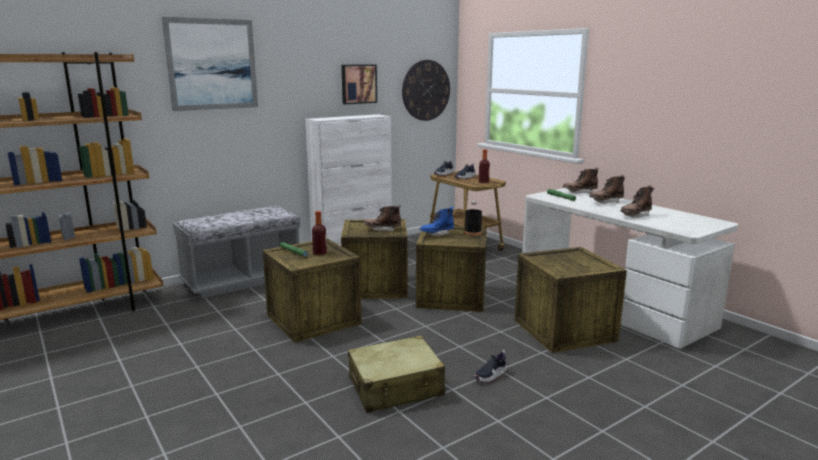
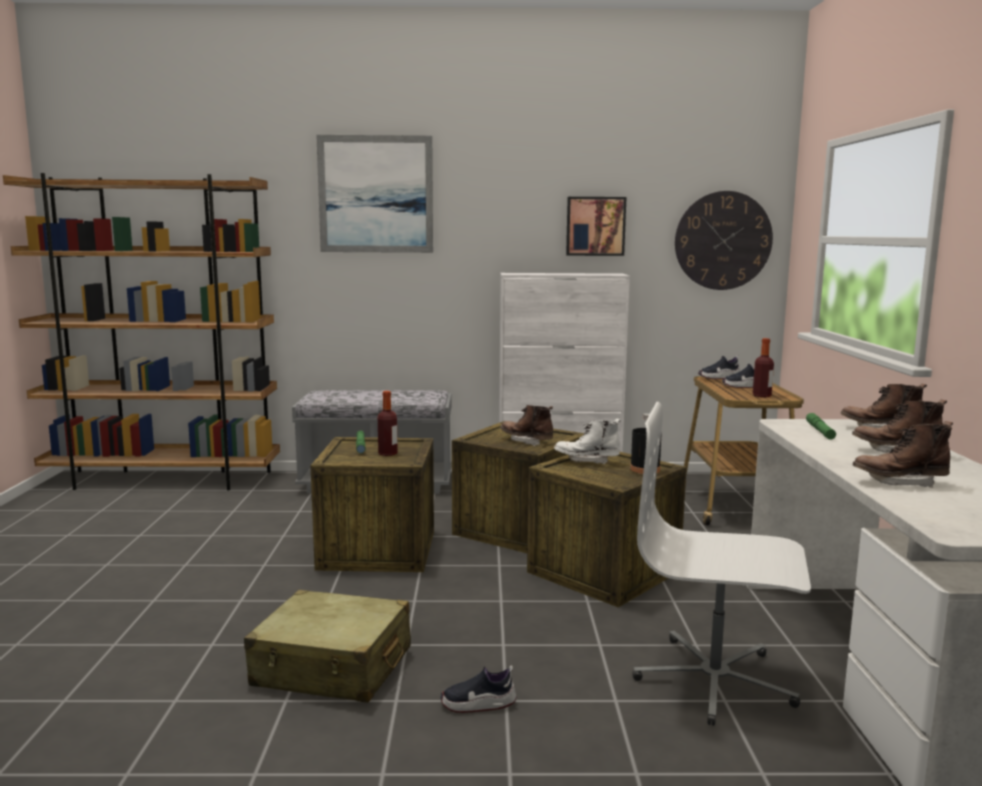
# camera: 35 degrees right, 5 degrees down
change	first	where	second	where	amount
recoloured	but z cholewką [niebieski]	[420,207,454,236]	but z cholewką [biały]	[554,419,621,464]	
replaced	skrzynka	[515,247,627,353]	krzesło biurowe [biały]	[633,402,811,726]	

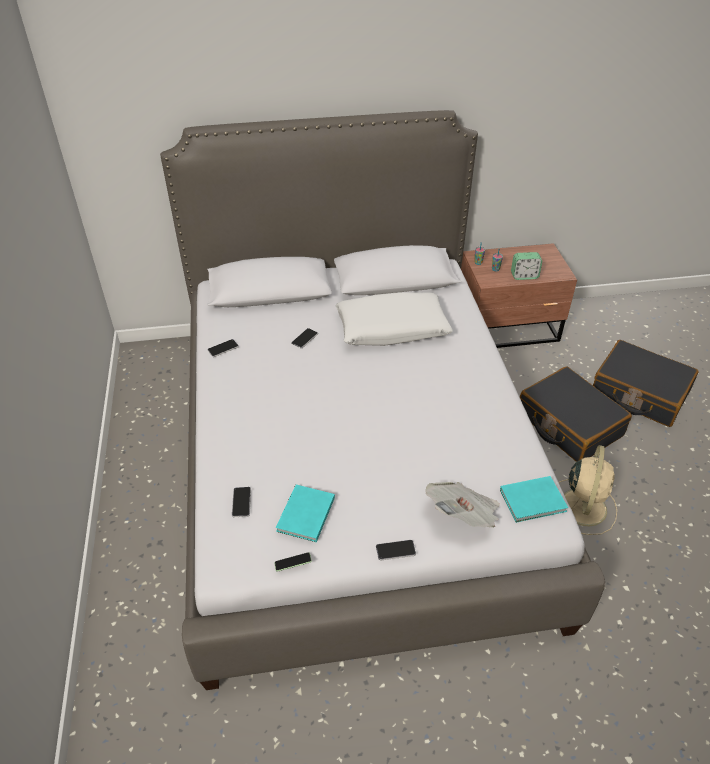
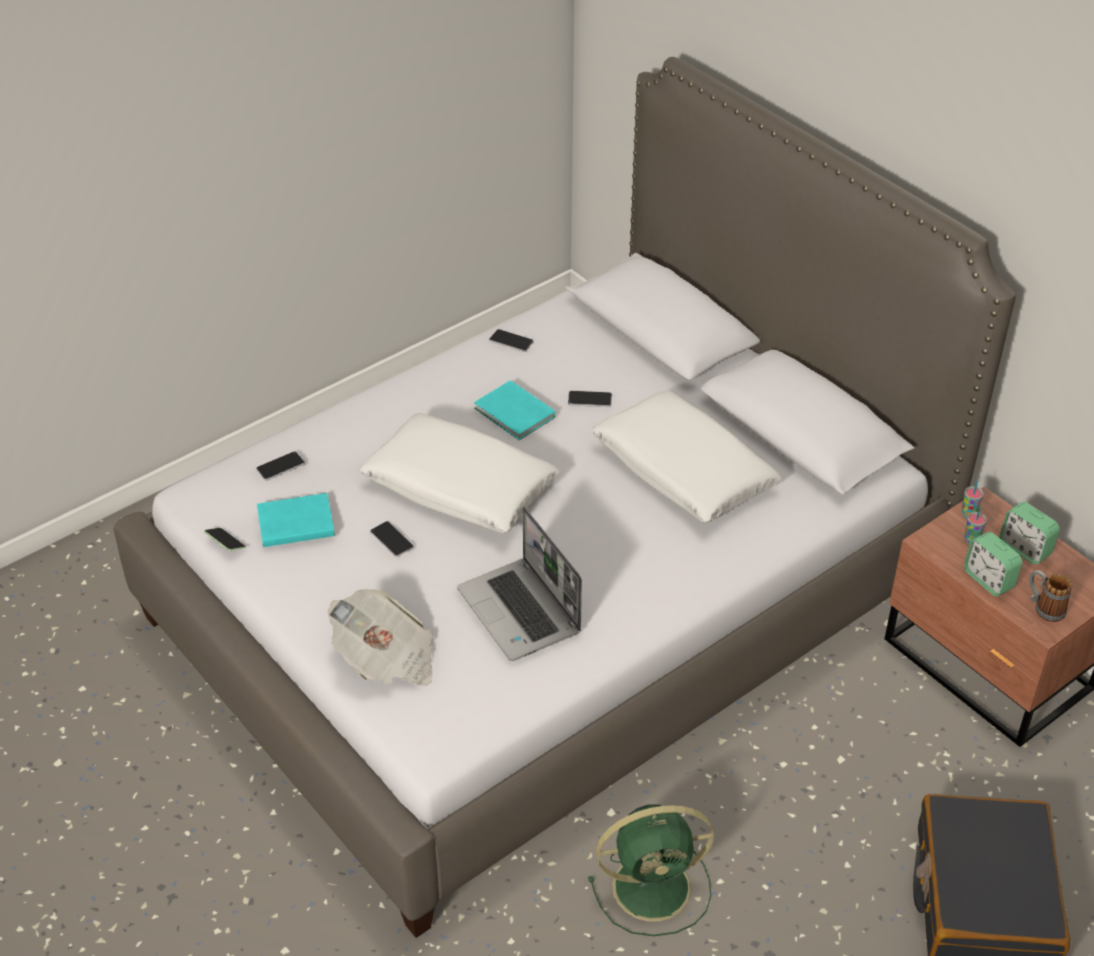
# camera: 60 degrees right, 0 degrees up
change	first	where	second	where	amount
removed	walizka [czarny]	[520,366,632,462]			
recoloured	wentylator [beżowy]	[559,445,617,535]	wentylator [zielony]	[588,804,714,936]	
moved	książka [turkusowy]	[500,476,568,523]		[474,380,556,440]	
moved	telefon	[376,540,416,560]		[370,521,414,557]	
added			poduszka [biały]	[360,413,560,533]	
added			budzik	[1000,502,1060,564]	
added			laptop	[457,507,582,661]	
added			kubek	[1029,570,1072,622]	

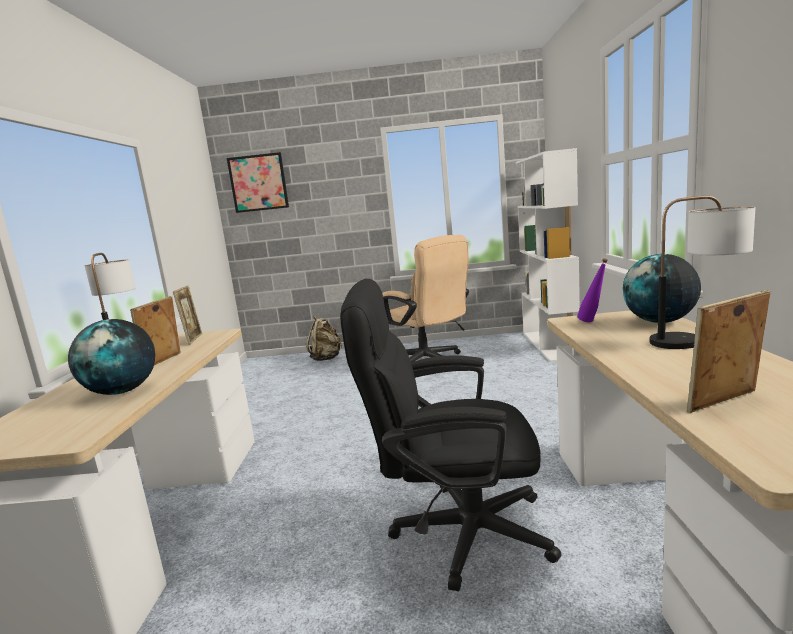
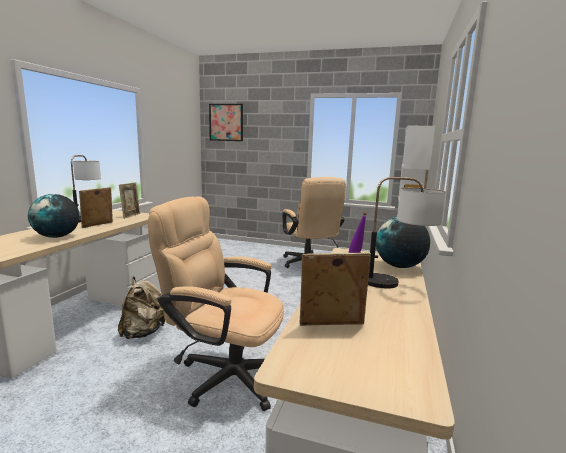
# camera: 15 degrees right, 0 degrees up
change	first	where	second	where	amount
recoloured	krzesło biurowe [czarny]	[340,279,561,591]	krzesło biurowe [beżowy]	[148,196,284,411]	
moved	plecak [beżowy]	[306,315,342,361]		[118,276,165,339]	

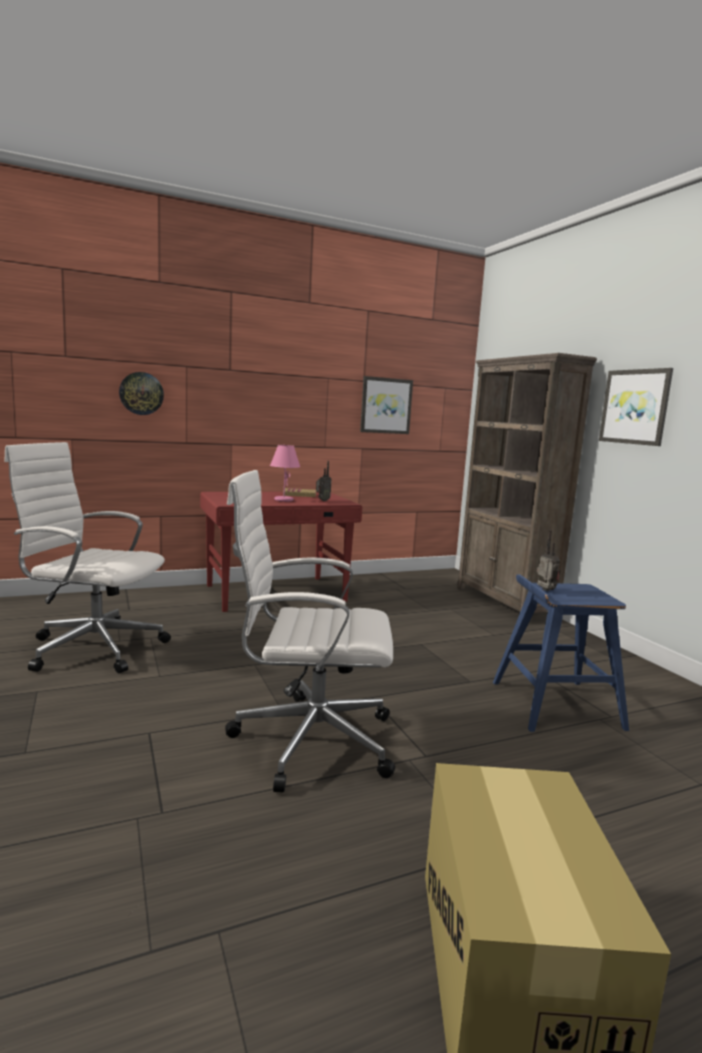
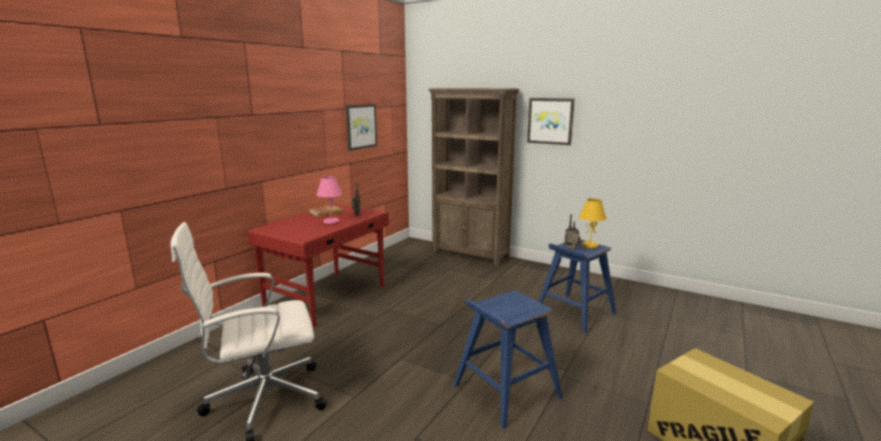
# camera: 35 degrees left, 5 degrees up
change	first	where	second	where	amount
removed	zegar ścienny	[119,372,164,415]			
replaced	krzesło biurowe [biały]	[225,470,395,793]	stołek [niebieski]	[453,291,563,429]	
added			lampa stołowa [żółty]	[579,198,607,248]	

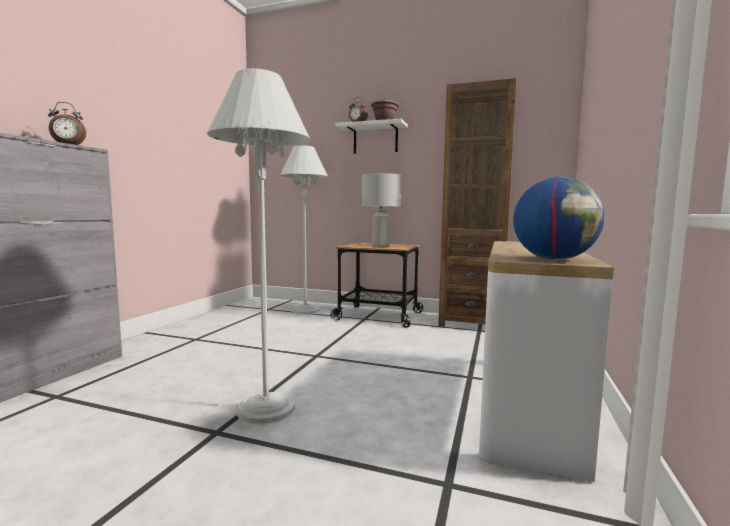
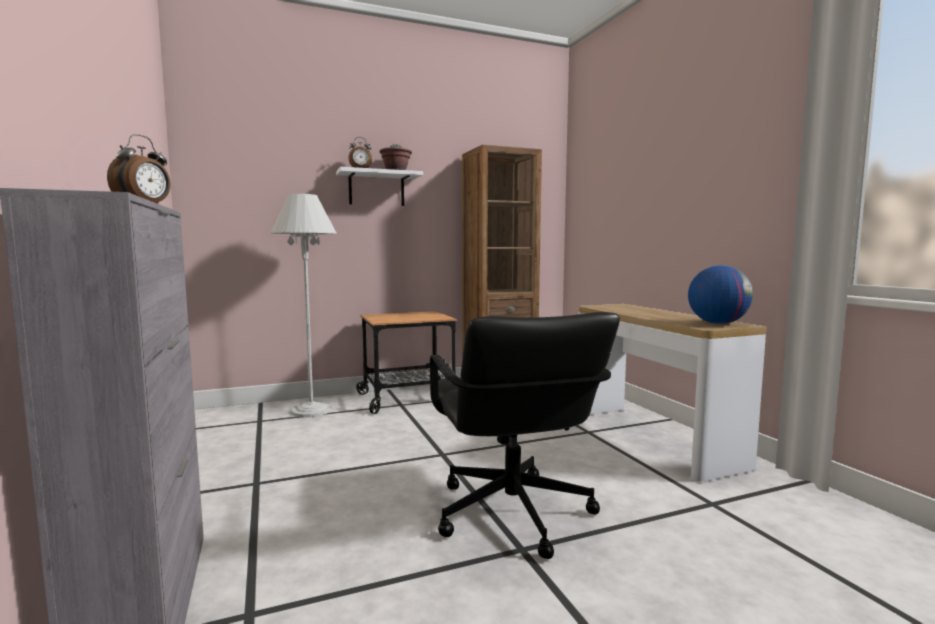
# camera: 40 degrees left, 0 degrees up
change	first	where	second	where	amount
replaced	lampa stojąca [biały]	[207,68,310,424]	krzesło biurowe [czarny]	[430,312,620,559]	
removed	lampa stołowa [szary]	[362,172,401,248]			

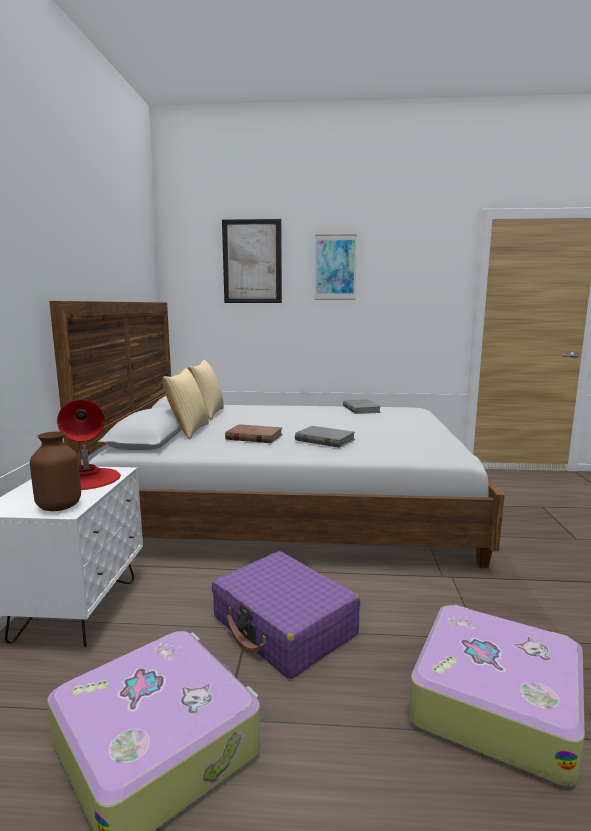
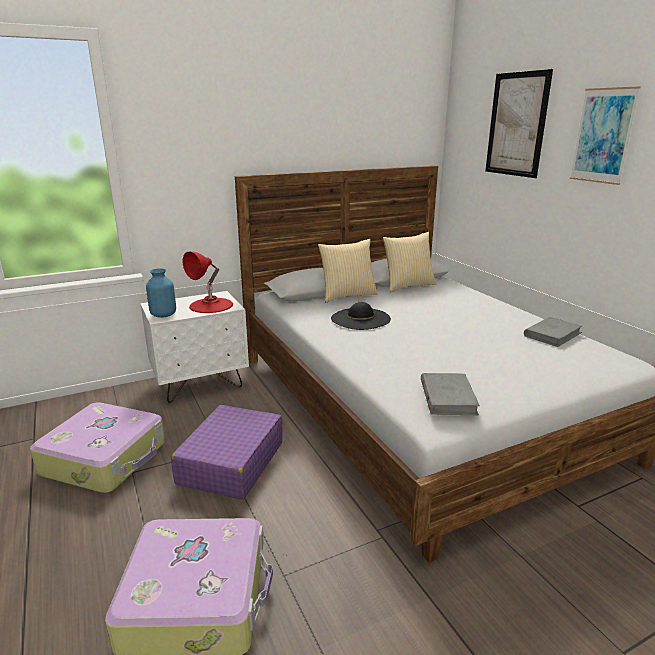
# camera: 60 degrees right, 10 degrees up
change	first	where	second	where	amount
replaced	książka [brązowy]	[225,424,283,443]	kapelusz [czarny]	[331,302,391,330]	
moved	książka [szary]	[295,426,355,448]		[421,373,480,415]	
recoloured	wazon [brązowy]	[30,432,81,511]	wazon [niebieski]	[146,268,176,318]	

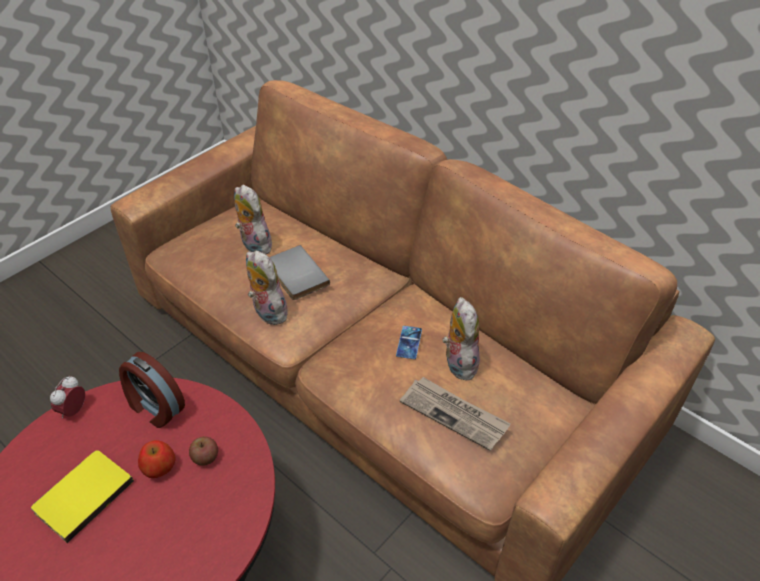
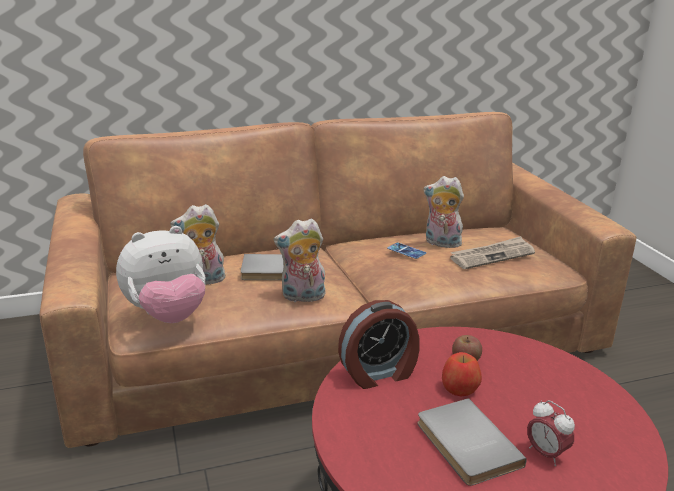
# camera: 60 degrees left, 20 degrees down
change	first	where	second	where	amount
moved	budzik	[50,376,85,418]		[527,400,575,466]	
recoloured	książka [żółty]	[31,450,134,543]	książka [szary]	[417,398,527,486]	
added			pluszak	[116,226,205,323]	

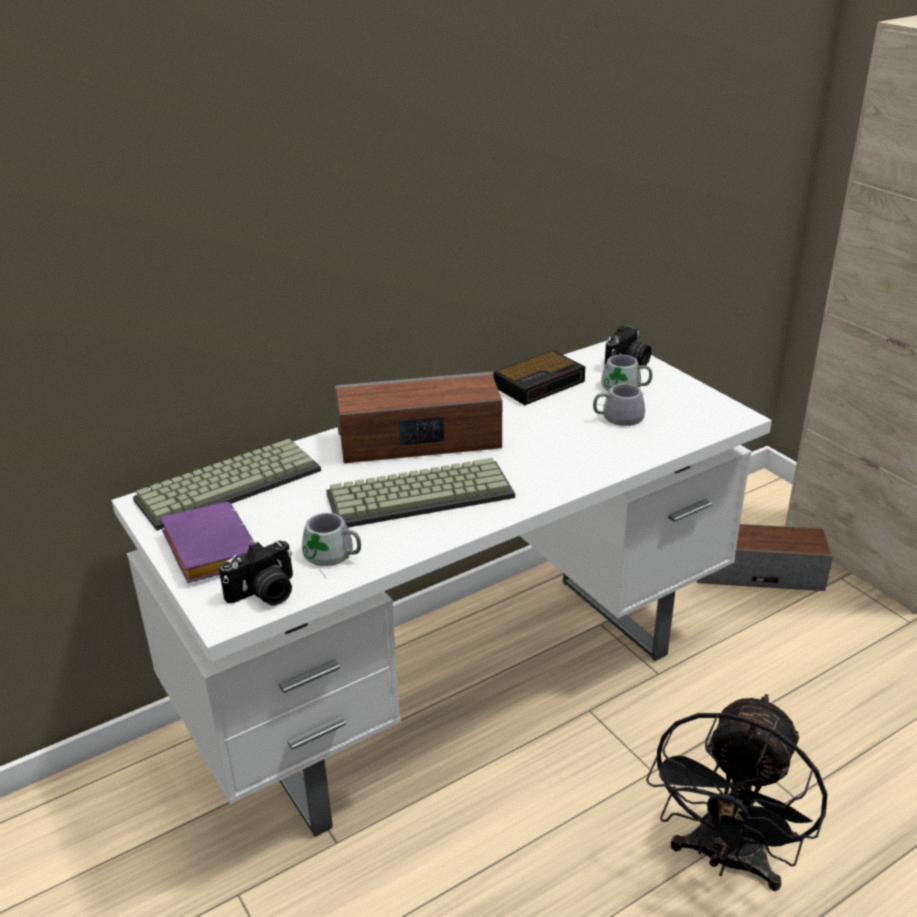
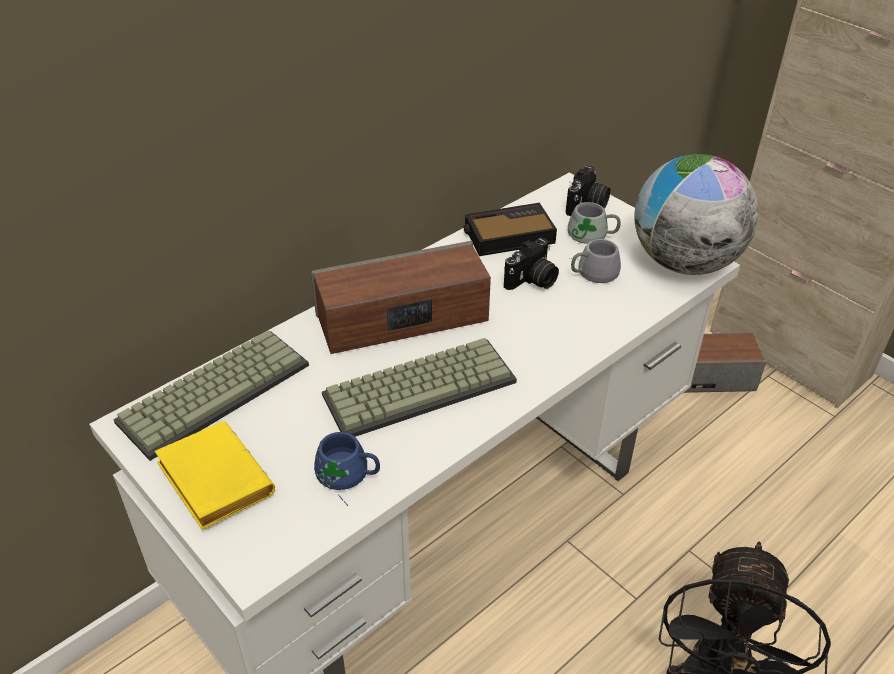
# camera: 10 degrees left, 10 degrees up
change	first	where	second	where	amount
turned	budzik	[494,350,585,405]		[464,203,557,256]	150 degrees counterclockwise
recoloured	książka [fioletowy]	[160,502,256,583]	książka [żółty]	[155,421,275,530]	
recoloured	kubek [szary]	[302,513,361,578]	kubek [niebieski]	[314,432,380,506]	
moved	aparat fotograficzny	[219,541,293,605]		[504,238,559,290]	
added			globus	[635,154,759,275]	

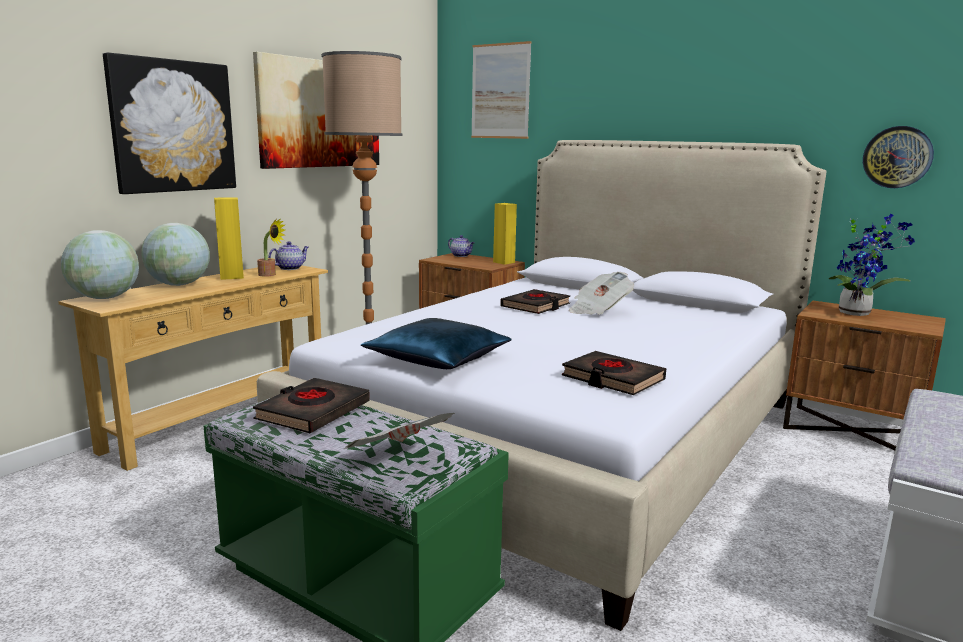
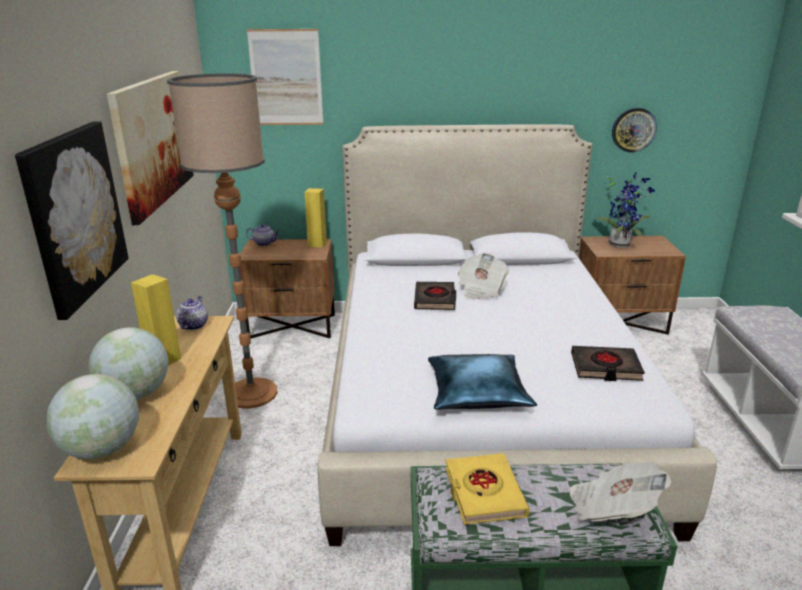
# camera: 35 degrees left, 10 degrees up
change	first	where	second	where	amount
removed	roślina doniczkowa	[257,219,285,277]			
recoloured	książka [czarny]	[253,378,370,433]	książka [żółty]	[445,453,529,525]	

